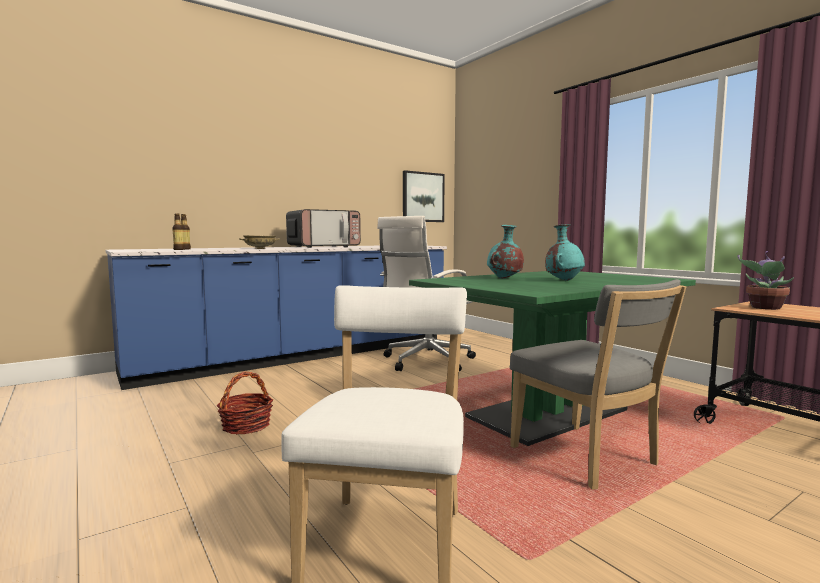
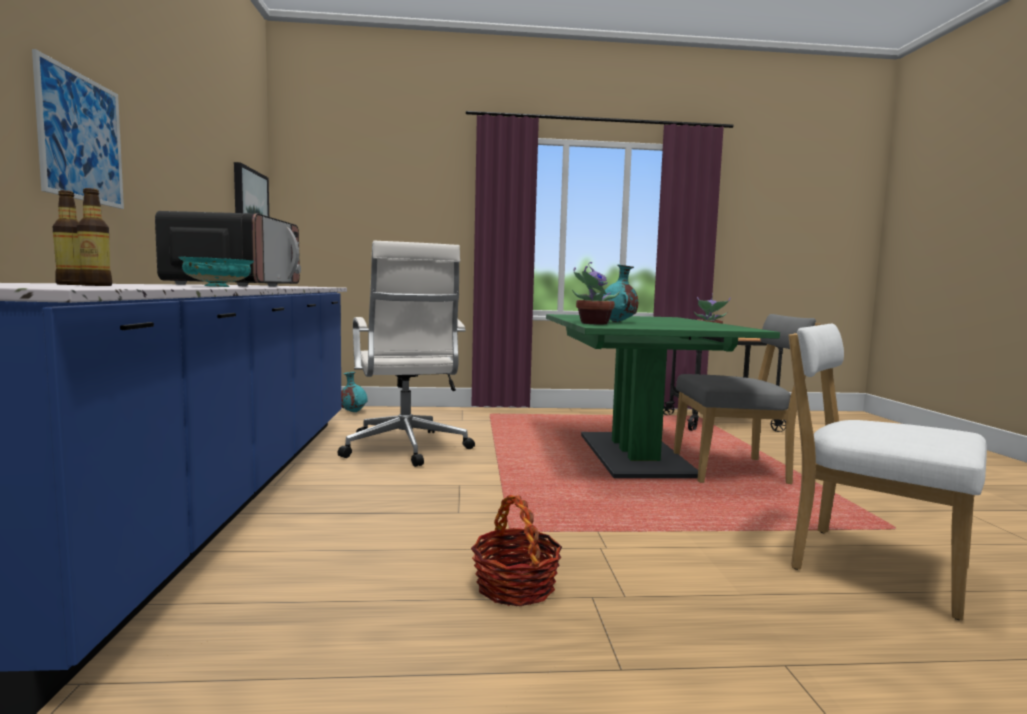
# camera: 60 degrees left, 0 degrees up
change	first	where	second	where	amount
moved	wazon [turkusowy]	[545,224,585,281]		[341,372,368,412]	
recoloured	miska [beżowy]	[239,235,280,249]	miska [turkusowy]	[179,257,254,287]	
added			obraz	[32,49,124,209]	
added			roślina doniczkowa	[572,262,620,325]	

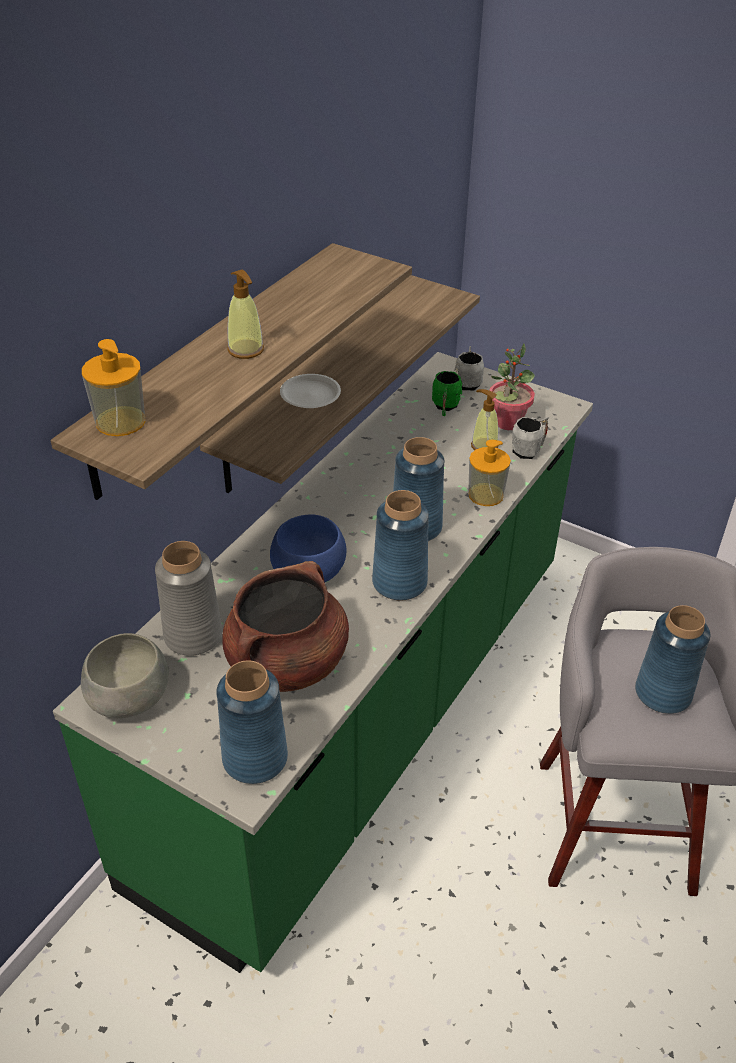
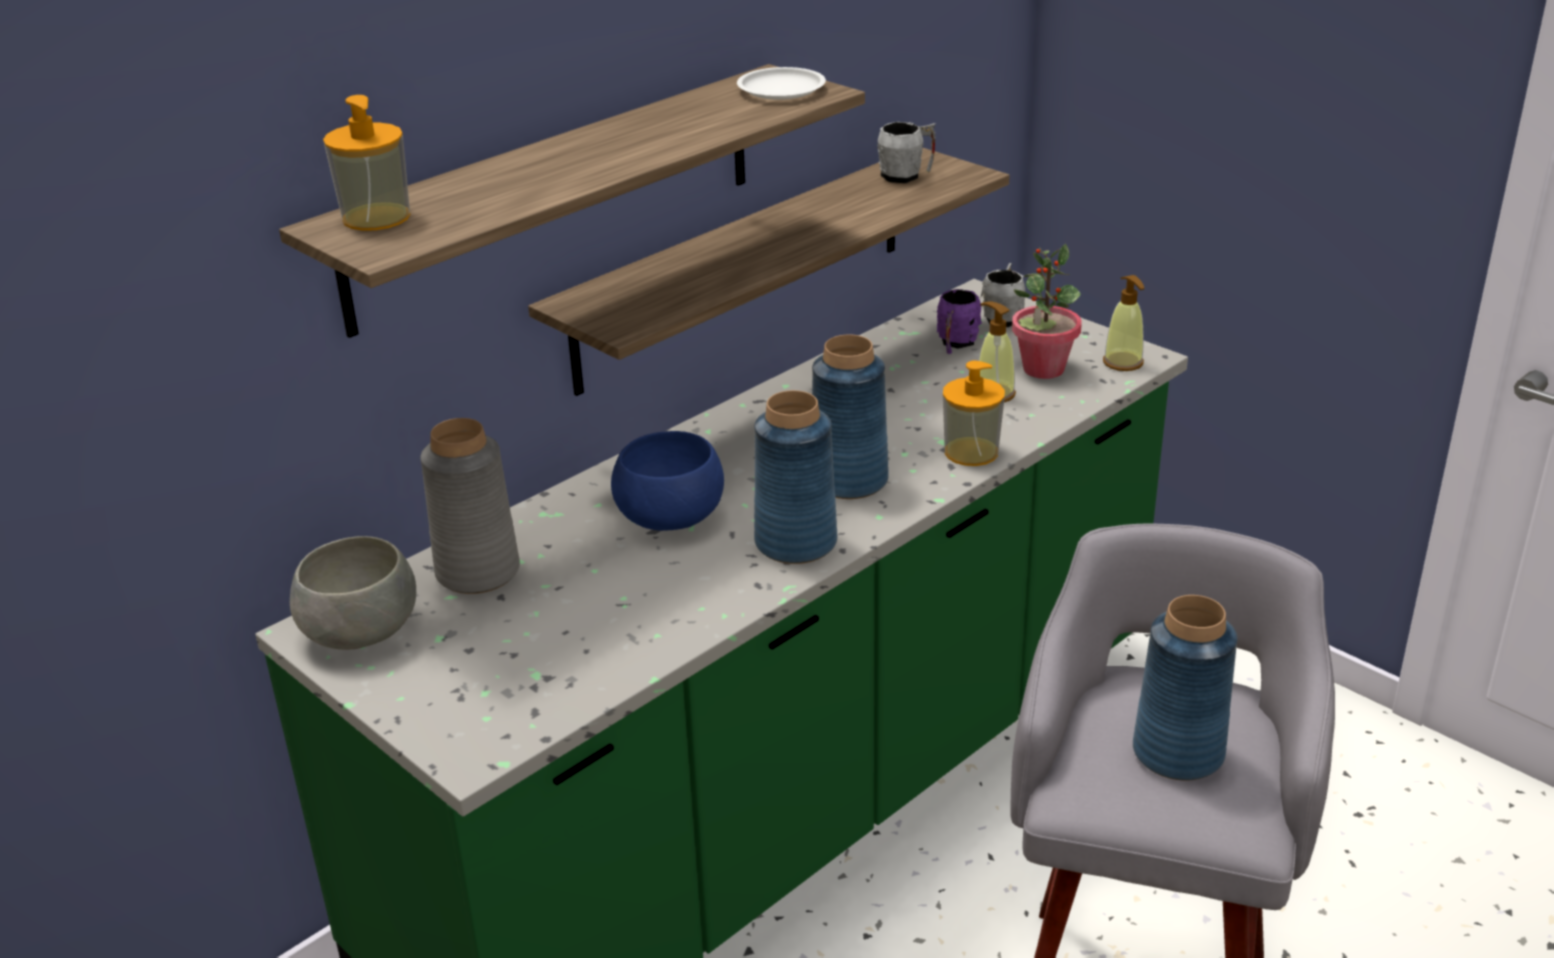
# camera: 15 degrees right, 10 degrees down
change	first	where	second	where	amount
moved	dozownik mydła	[227,270,264,359]		[1103,275,1145,371]	
recoloured	kubek [zielony]	[432,371,462,416]	kubek [fioletowy]	[937,289,982,354]	
moved	talerz [biały]	[280,374,341,408]		[737,67,826,100]	
moved	kubek [szary]	[512,417,549,459]		[877,122,936,183]	
removed	garnek [brązowy]	[222,561,349,692]			
removed	wazon [niebieski]	[216,660,288,784]			

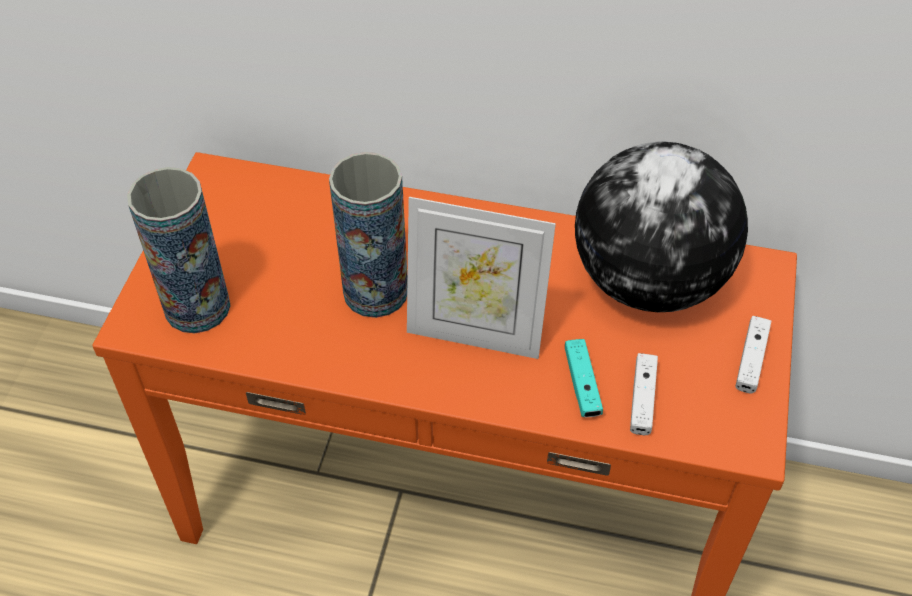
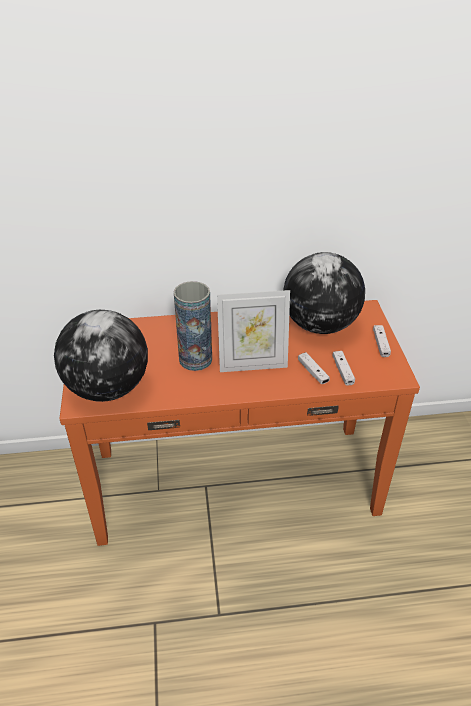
# camera: 20 degrees left, 10 degrees down
change	first	where	second	where	amount
replaced	wazon	[127,167,231,333]	globus	[54,310,148,402]	
recoloured	pad do gier [turkusowy]	[565,339,603,417]	pad do gier [biały]	[298,352,330,384]	

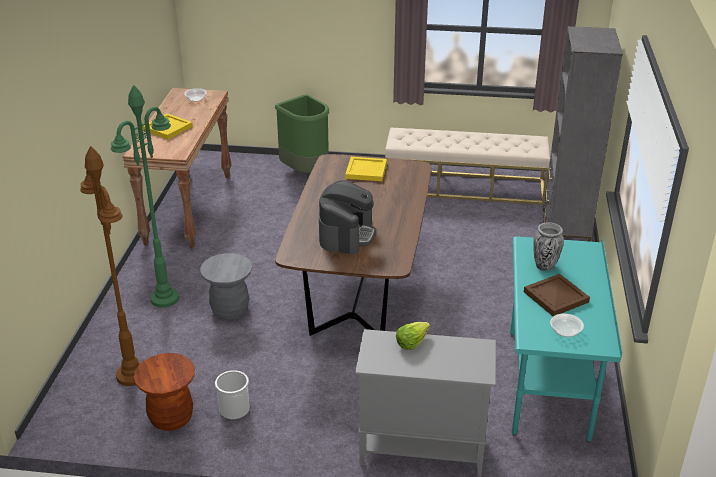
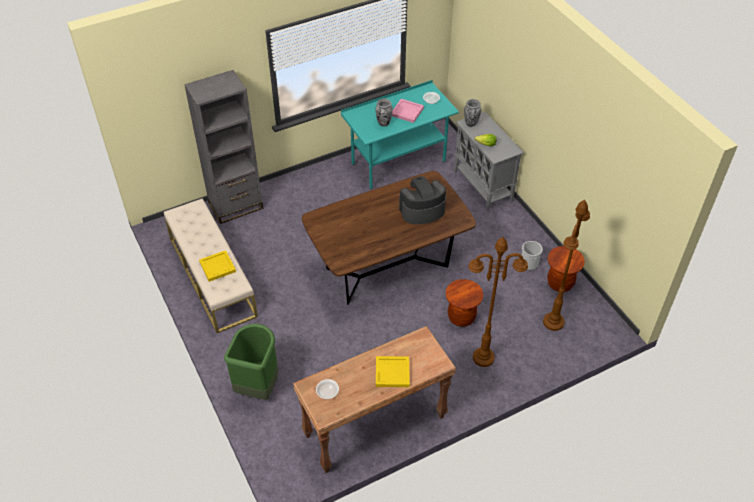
# camera: 125 degrees left, 15 degrees up
change	first	where	second	where	amount
recoloured	lampa stojąca [zielony]	[111,85,179,308]	lampa stojąca [brązowy]	[468,237,528,367]	
moved	taca [żółty]	[345,157,387,181]		[199,250,236,282]	
recoloured	stołek [szary]	[200,253,252,319]	stołek [brązowy]	[445,279,484,327]	
recoloured	taca [brązowy]	[524,274,590,316]	taca [różowy]	[392,99,424,123]	
added			wazon	[464,99,481,127]	

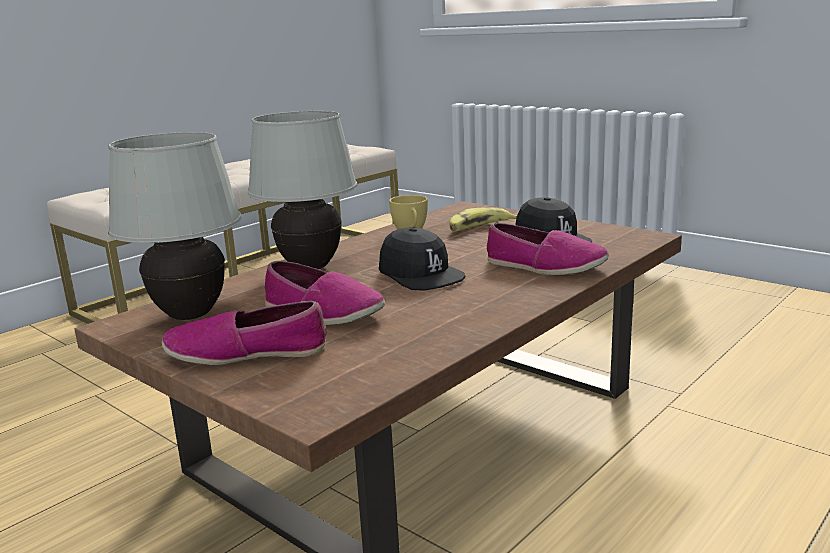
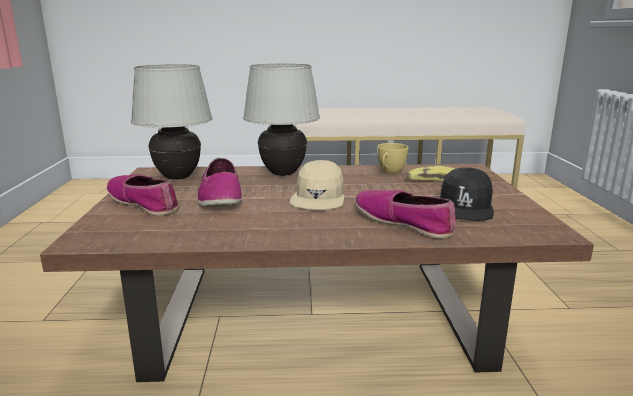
# camera: 45 degrees right, 0 degrees up
change	first	where	second	where	amount
turned	but	[487,223,609,275]		[355,190,456,239]	150 degrees clockwise
recoloured	czapka z daszkiem [czarny]	[379,228,465,291]	czapka z daszkiem [beżowy]	[290,160,344,210]	

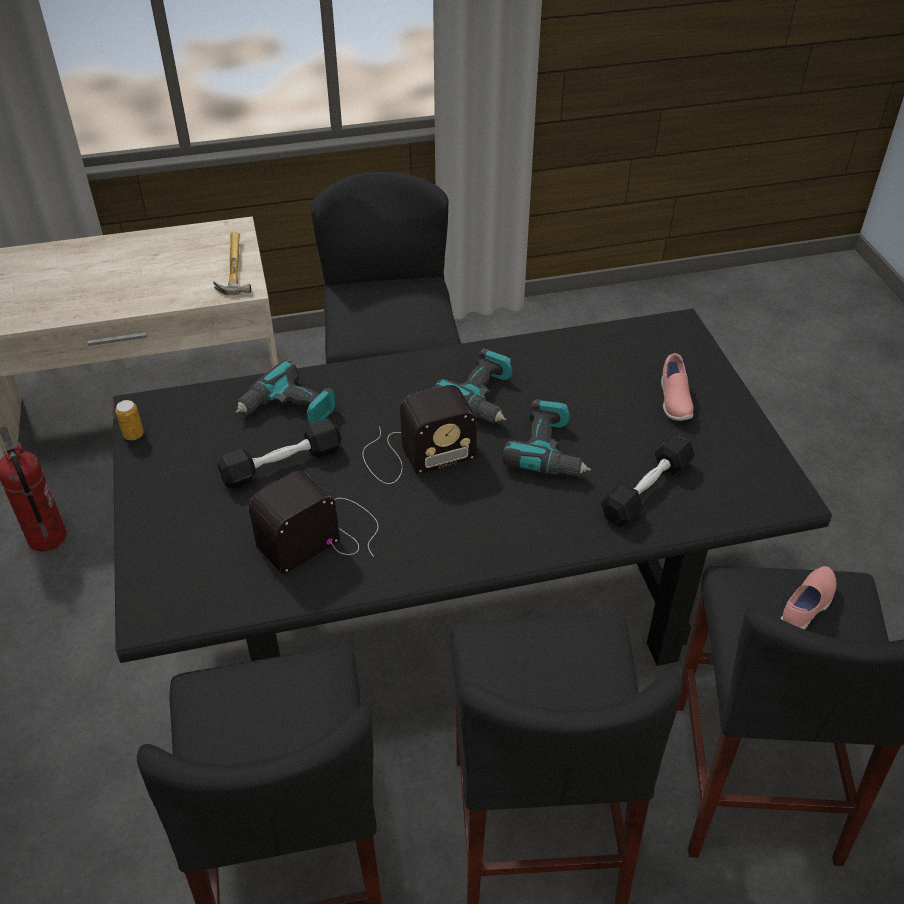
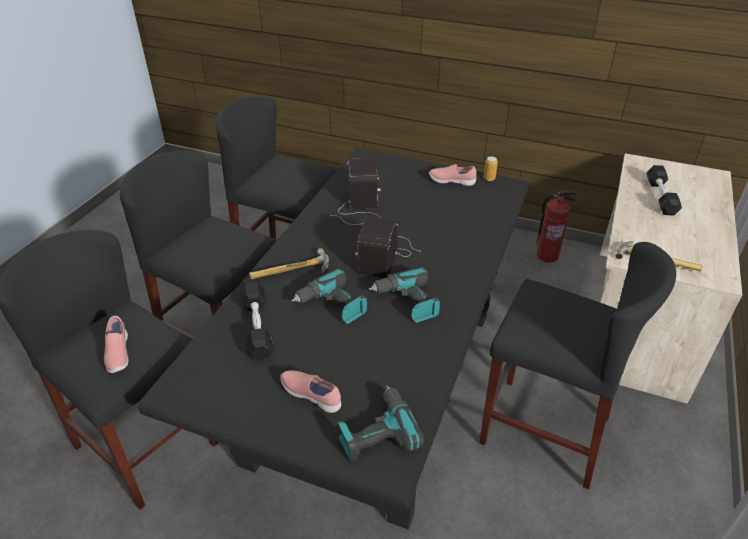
# camera: 125 degrees right, 5 degrees down
change	first	where	second	where	amount
moved	wiertarka	[235,360,336,424]		[338,385,424,461]	
moved	hantel [czarny]	[218,418,341,489]		[646,165,682,216]	
added			but [różowy]	[429,164,477,186]	
added			młotek	[249,248,329,280]	

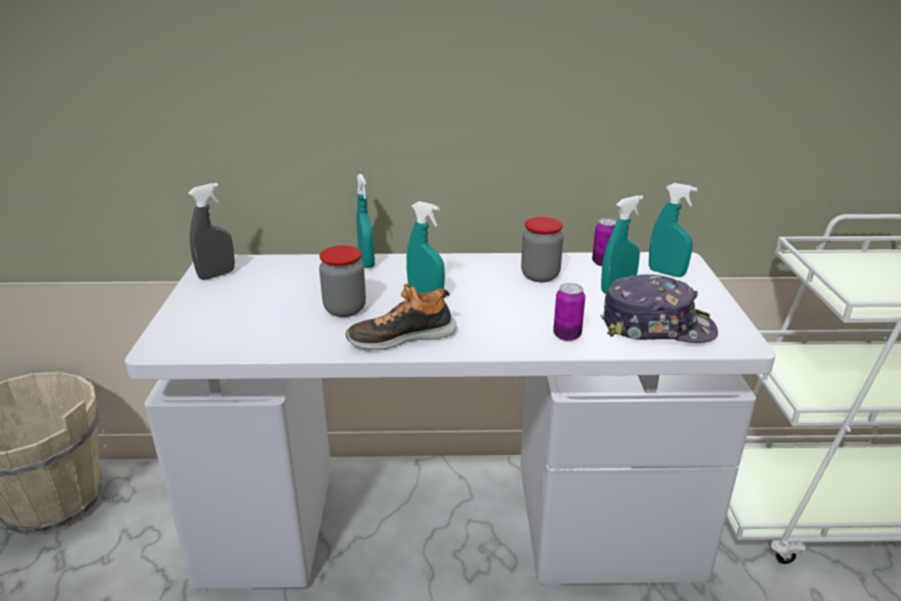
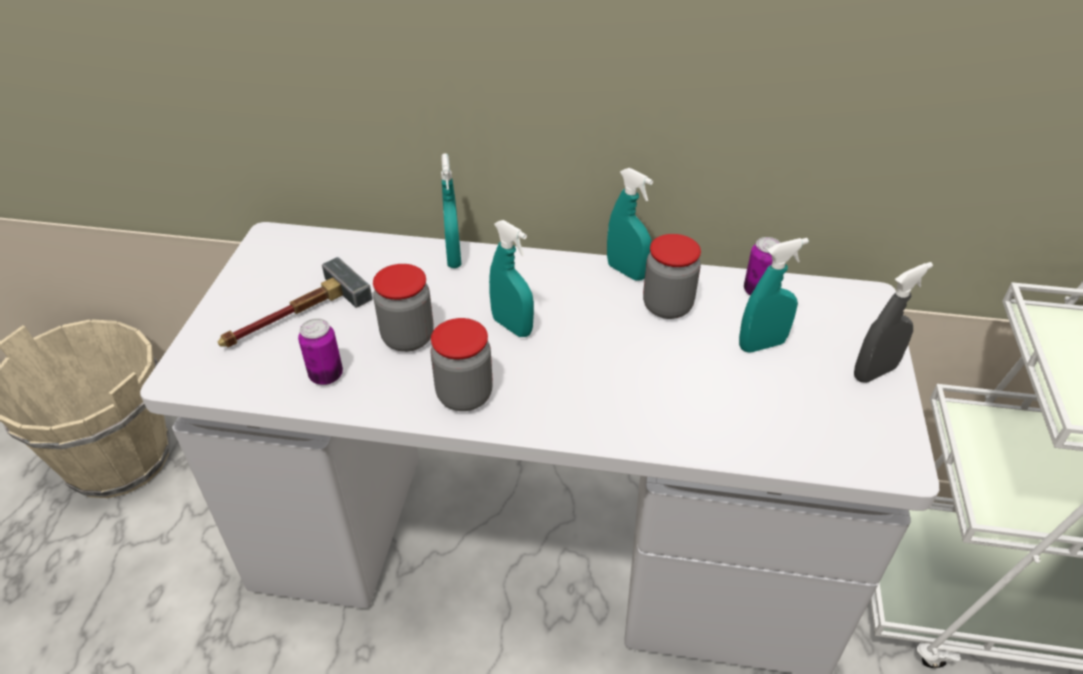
# camera: 10 degrees right, 15 degrees up
change	first	where	second	where	amount
moved	spryskiwacz [szary]	[188,183,235,280]		[854,262,933,383]	
moved	spryskiwacz [turkusowy]	[649,183,697,277]		[607,168,653,281]	
removed	czapka z daszkiem	[601,274,718,343]			
replaced	but	[346,283,457,350]	słoik	[430,318,493,411]	
moved	puszka	[553,283,585,341]		[298,318,343,385]	
added			młotek	[218,257,372,348]	

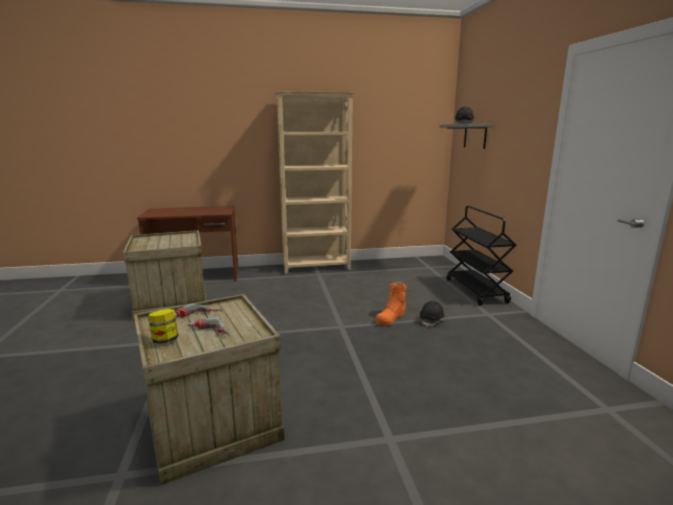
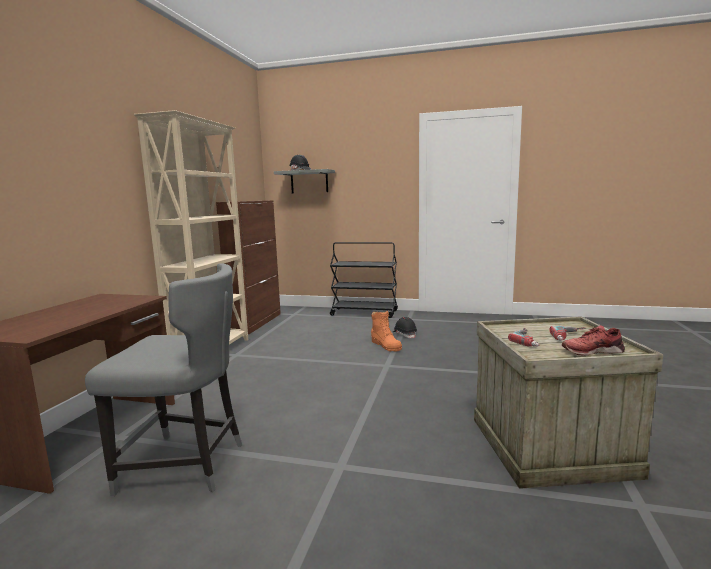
# camera: 65 degrees left, 5 degrees down
change	first	where	second	where	amount
replaced	skrzynka	[123,230,206,321]	krzesło [szary]	[85,264,242,496]	
replaced	słoik	[148,309,178,344]	but [czerwony]	[562,325,625,356]	
added			szafka [brązowy]	[216,200,281,334]	

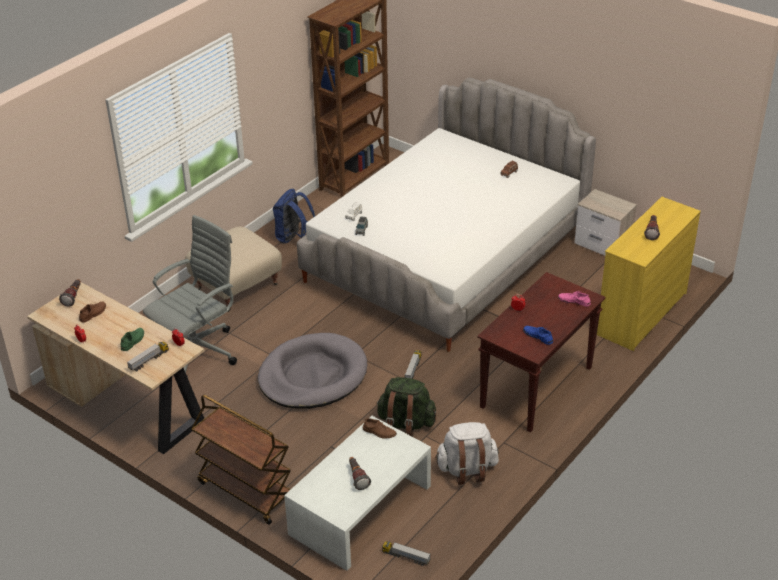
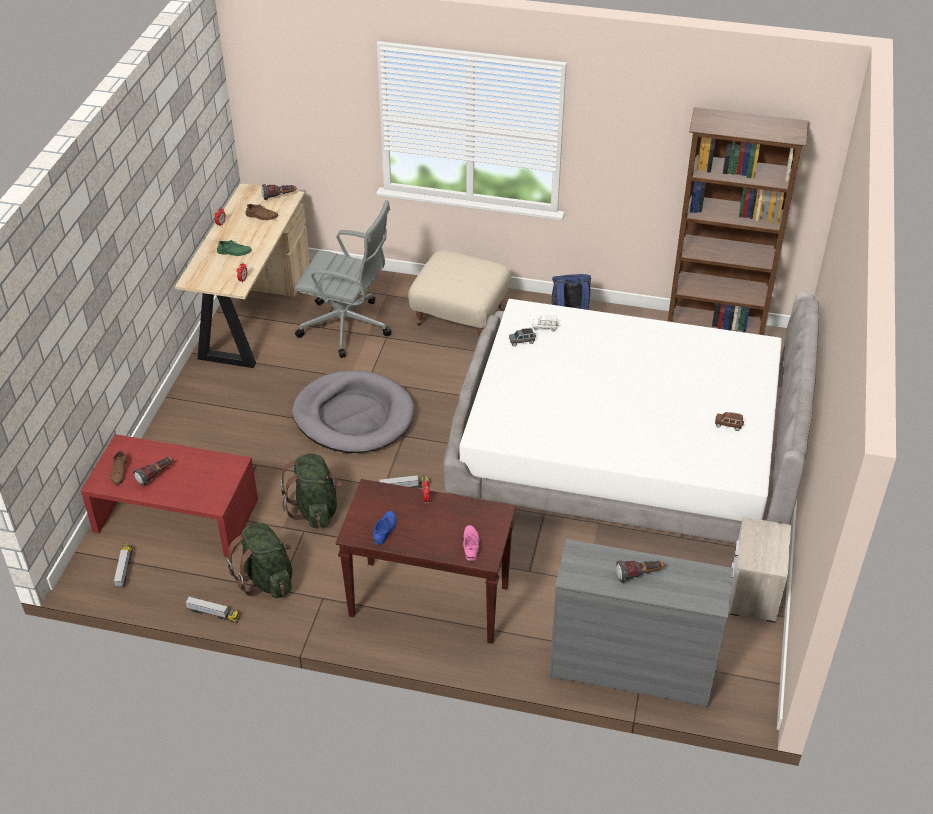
# camera: 65 degrees right, 5 degrees up
change	first	where	second	where	amount
recoloured	komoda [żółty]	[597,197,701,351]	komoda [szary]	[549,539,733,709]	
moved	ciężarówka zabawkowa	[127,342,169,371]		[185,596,240,623]	
removed	wózek [brązowy]	[191,395,291,525]			
recoloured	ława [biały]	[284,416,431,571]	ława [czerwony]	[81,434,258,557]	
moved	but [brązowy]	[363,418,397,439]		[110,450,127,485]	
recoloured	plecak [biały]	[435,422,499,485]	plecak [zielony]	[227,522,293,598]	

